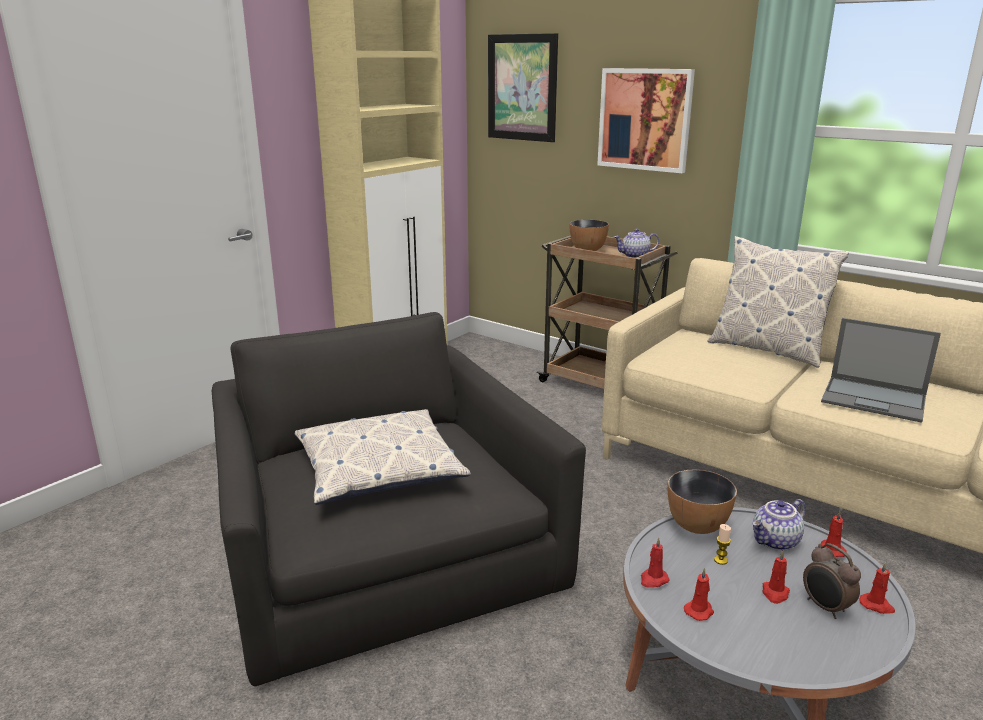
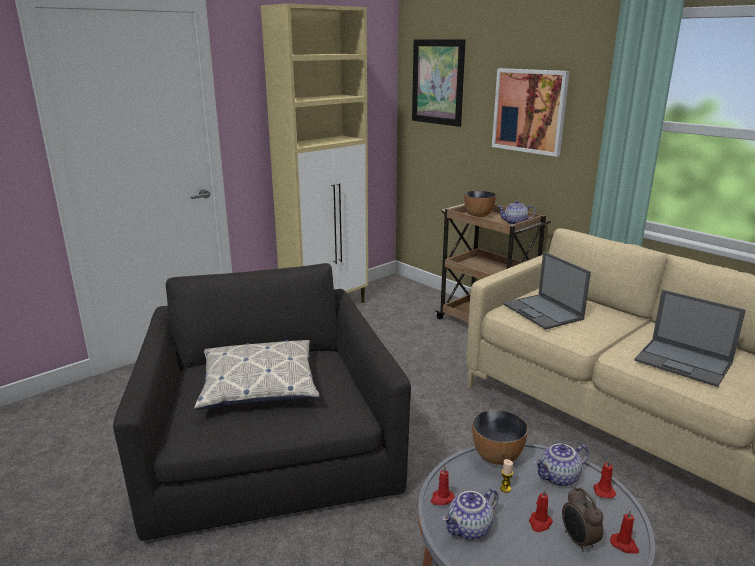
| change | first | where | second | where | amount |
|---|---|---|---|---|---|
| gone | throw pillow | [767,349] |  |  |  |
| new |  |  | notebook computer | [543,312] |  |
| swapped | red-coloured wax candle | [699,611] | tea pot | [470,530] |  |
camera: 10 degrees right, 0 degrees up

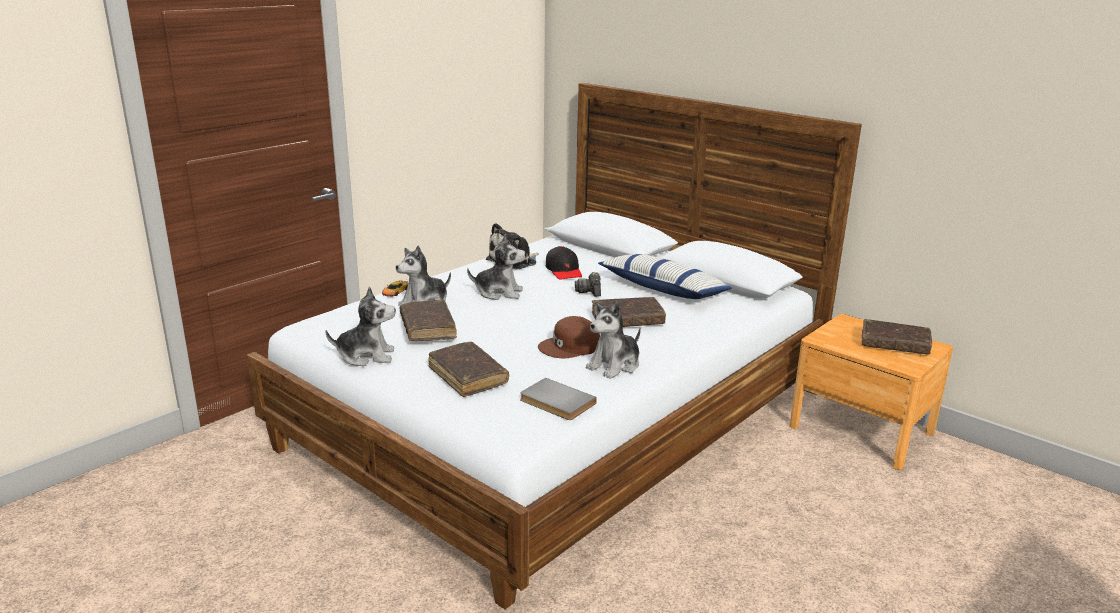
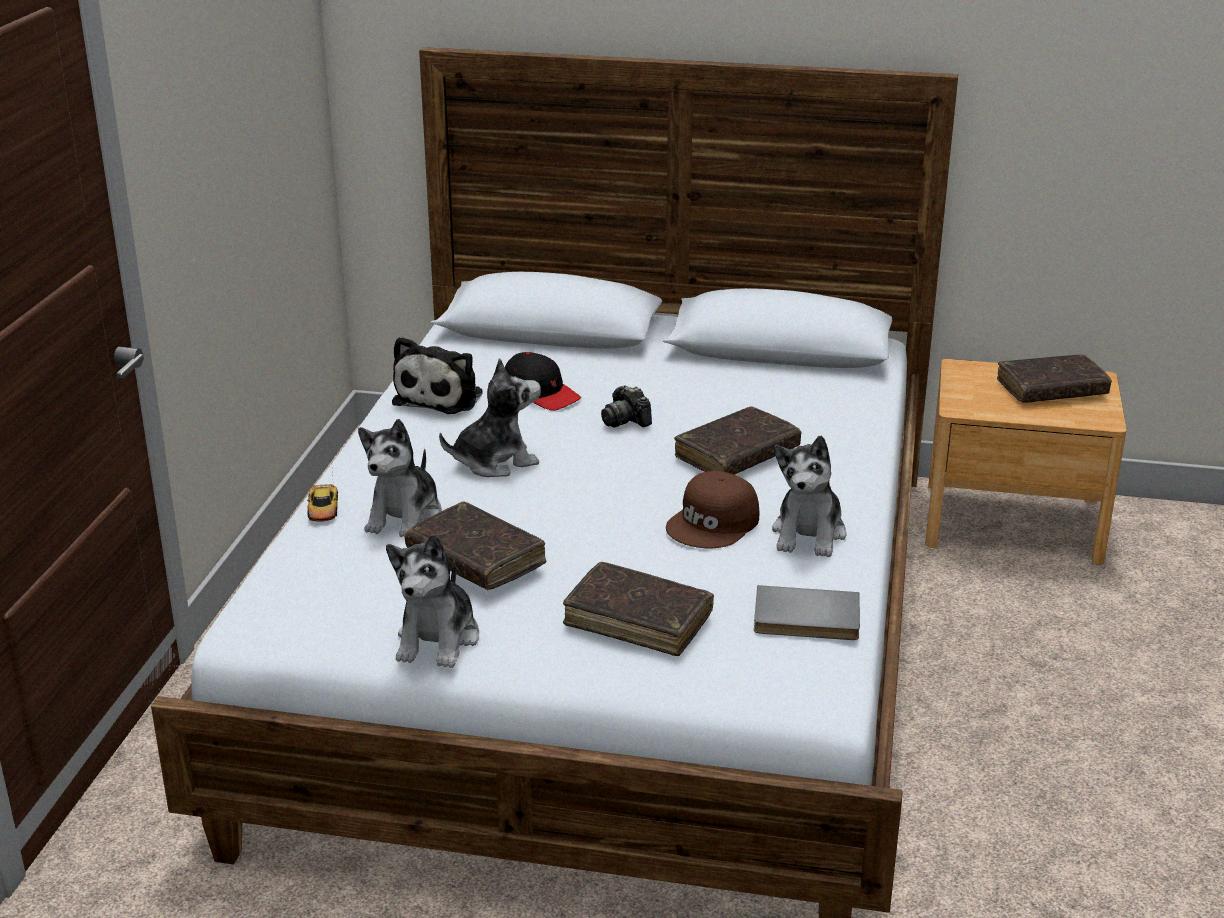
| change | first | where | second | where | amount |
|---|---|---|---|---|---|
| gone | throw pillow | [663,289] |  |  |  |
| rotated | cuddly toy | [366,356] |  | [438,639] | 135 degrees clockwise |
camera: 30 degrees left, 5 degrees up

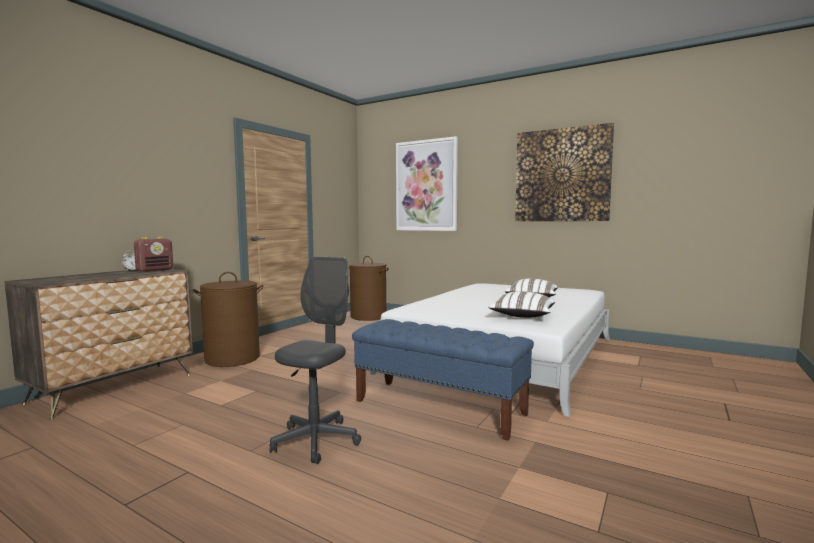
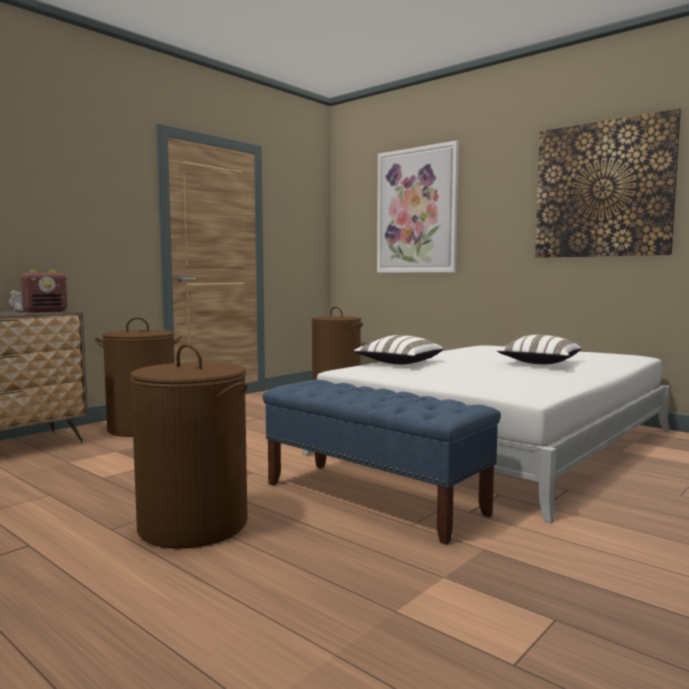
| change | first | where | second | where | amount |
|---|---|---|---|---|---|
| shifted | whitish throw pillow | [522,316] |  | [399,364] |  |
| swapped | greyish computer chair | [316,441] | brown-coloured hamper | [194,525] |  |
camera: 10 degrees right, 0 degrees up

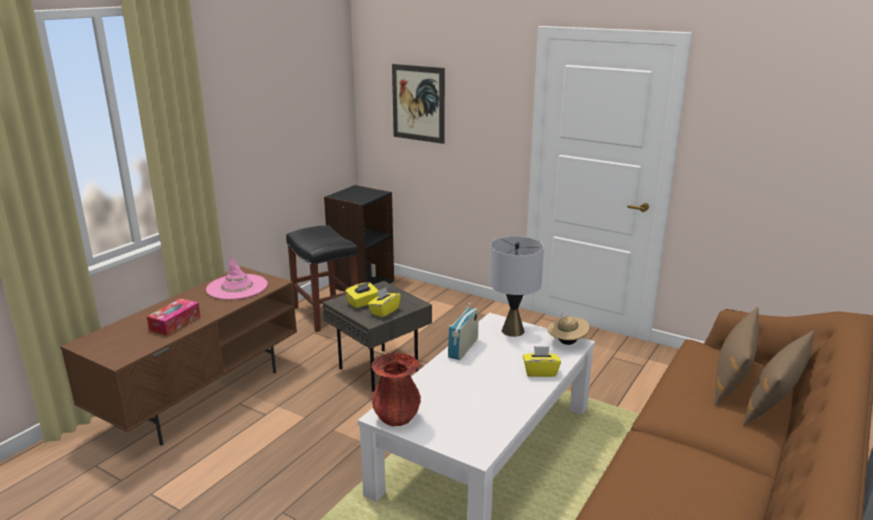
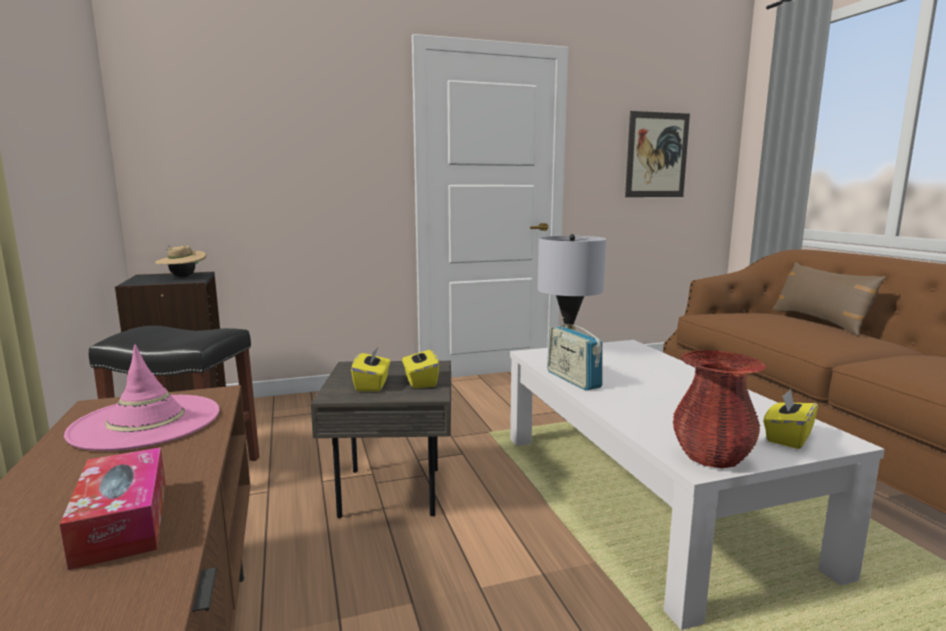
| change | first | where | second | where | amount |
|---|---|---|---|---|---|
| gone | brown-coloured throw pillow | [733,378] |  |  |  |
| shifted | wall picture | [418,103] |  | [657,155] |  |
| shifted | yellow tissue box | [540,372] |  | [787,437] |  |
| shifted | sand-coloured clothing hat | [566,342] |  | [182,276] |  |
camera: 50 degrees left, 10 degrees down

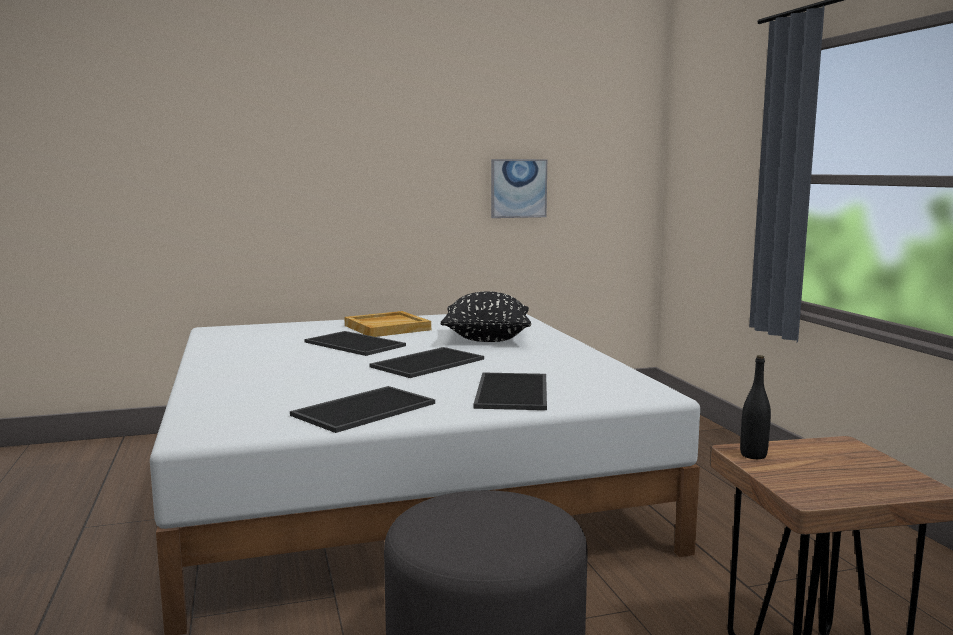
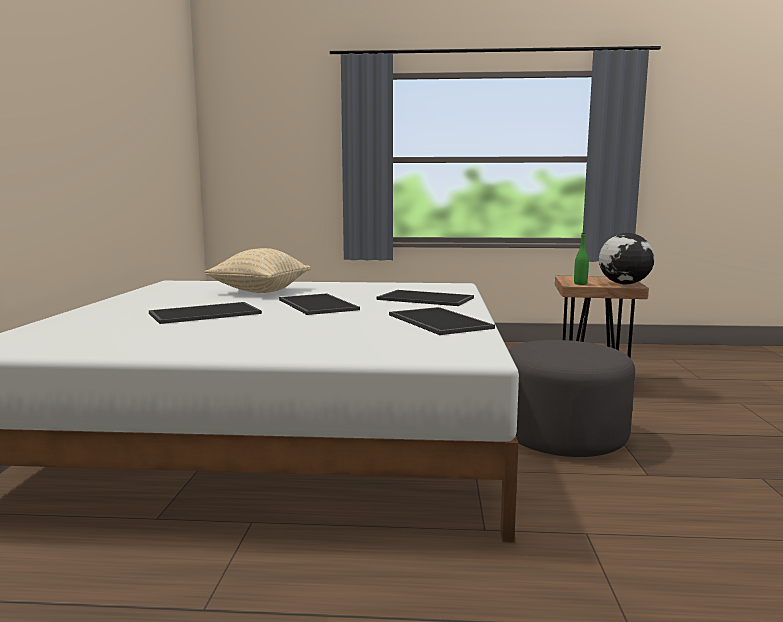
| change | first | where | second | where | amount |
|---|---|---|---|---|---|
| gone | sand-coloured serving tray | [387,327] |  |  |  |
| gone | wall picture | [518,188] |  |  |  |
| new |  |  | world globe | [624,284] |  |
| repainted | blackish throw pillow | [487,339] | sand-coloured throw pillow | [260,291] |  |
| repainted | blackish bottle | [753,455] | green bottle | [580,284] |  |
camera: 70 degrees left, 0 degrees up

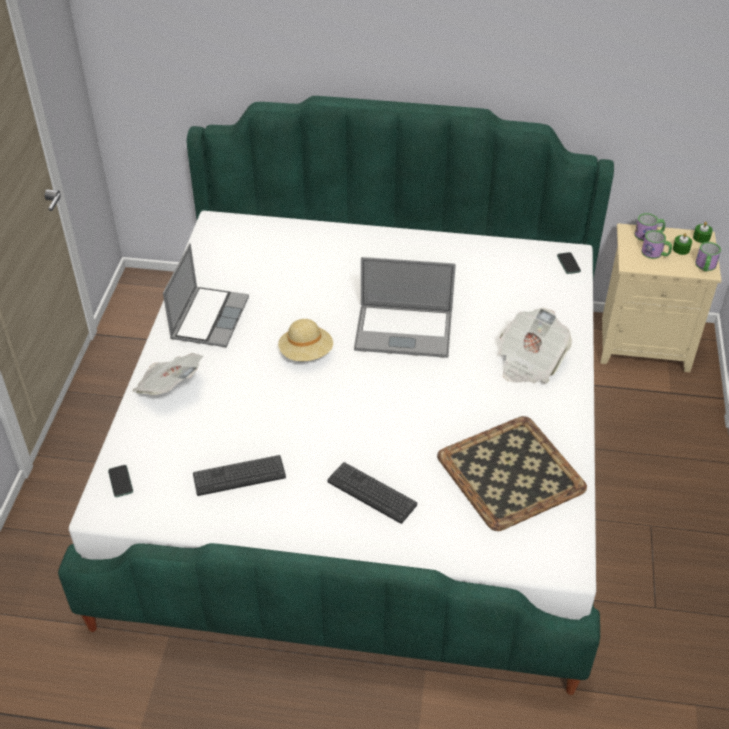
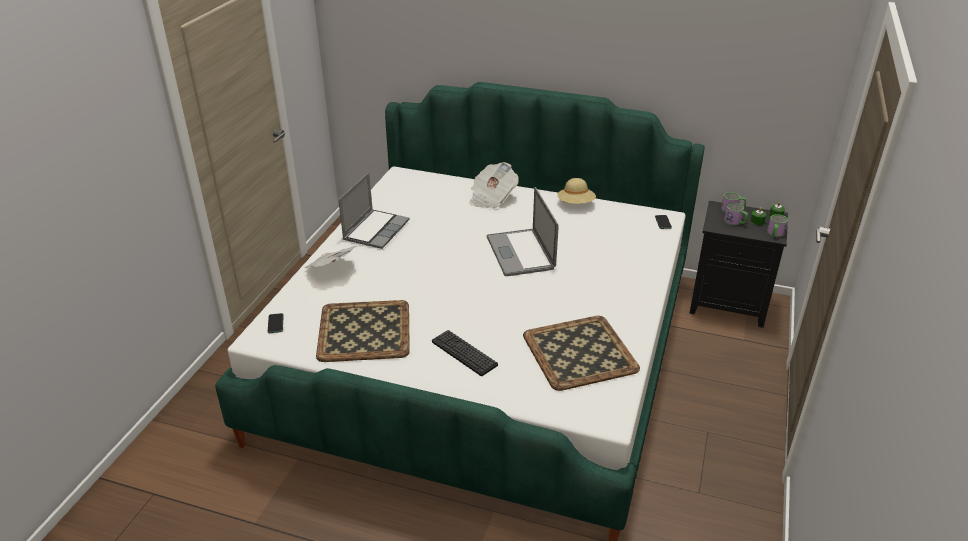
| change | first | where | second | where | amount |
|---|---|---|---|---|---|
| shifted | sand-coloured clothing hat | [306,353] |  | [576,204] |  |
| shifted | daily paper | [529,361] |  | [491,198] |  |
| swapped | keyboard | [239,476] | serving tray | [365,330] |  |
| repainted | sand-coloured nightstand | [645,343] | blackish nightstand | [729,304] |  |
| rotated | notebook computer | [403,331] |  | [520,252] | 60 degrees clockwise |
camera: 10 degrees right, 10 degrees down

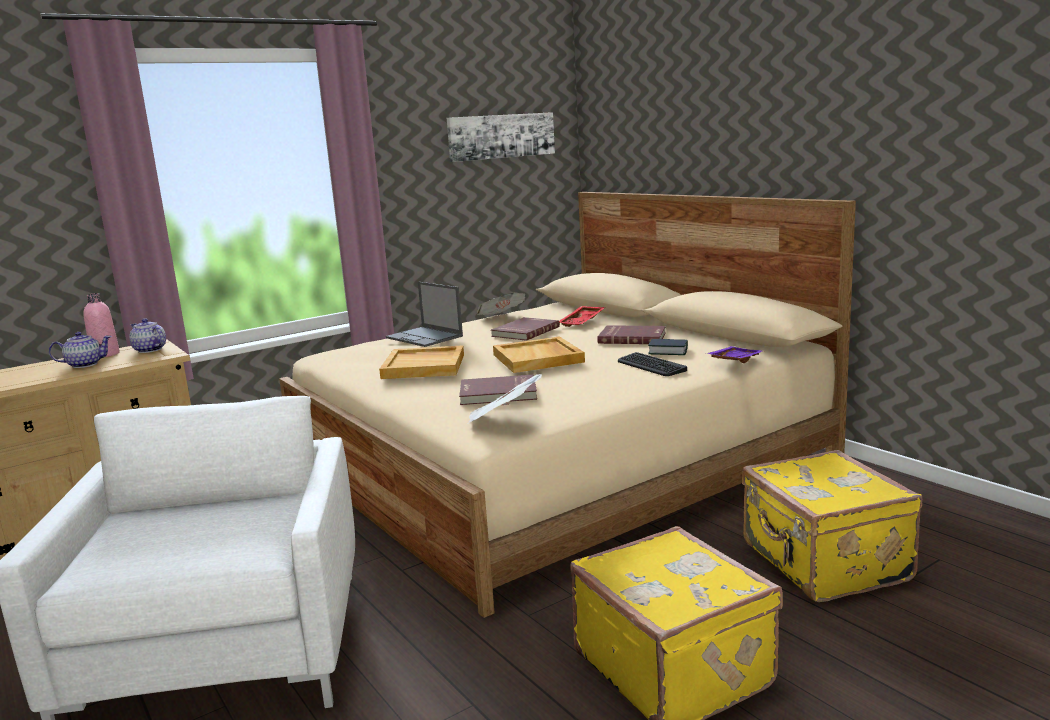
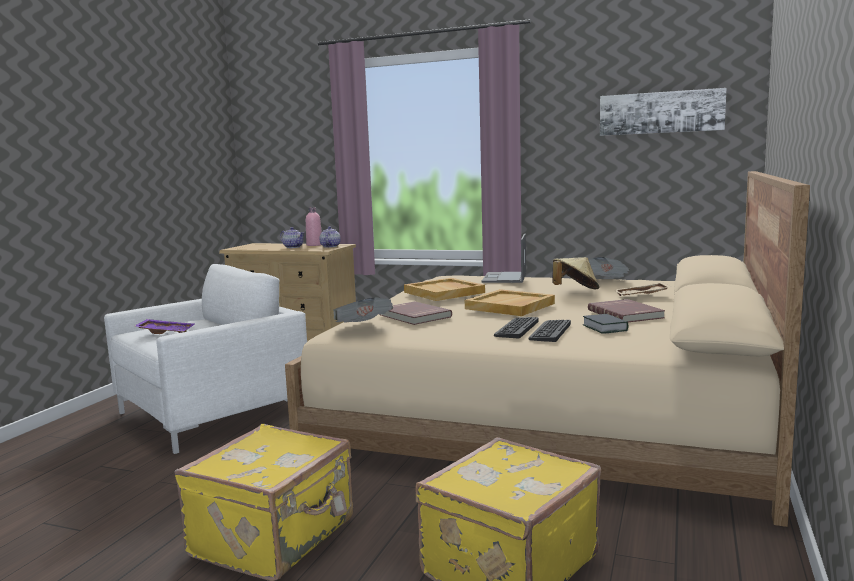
| change | first | where | second | where | amount |
|---|---|---|---|---|---|
| new |  |  | keyboard | [516,328] |  |
| shifted | purple serving tray | [734,361] |  | [166,332] |  |
| swapped | red-coloured volume | [524,331] | sand-coloured clothing hat | [575,290] |  |
| repainted | red-coloured serving tray | [582,322] | sand-coloured serving tray | [642,296] |  |
camera: 55 degrees right, 5 degrees down

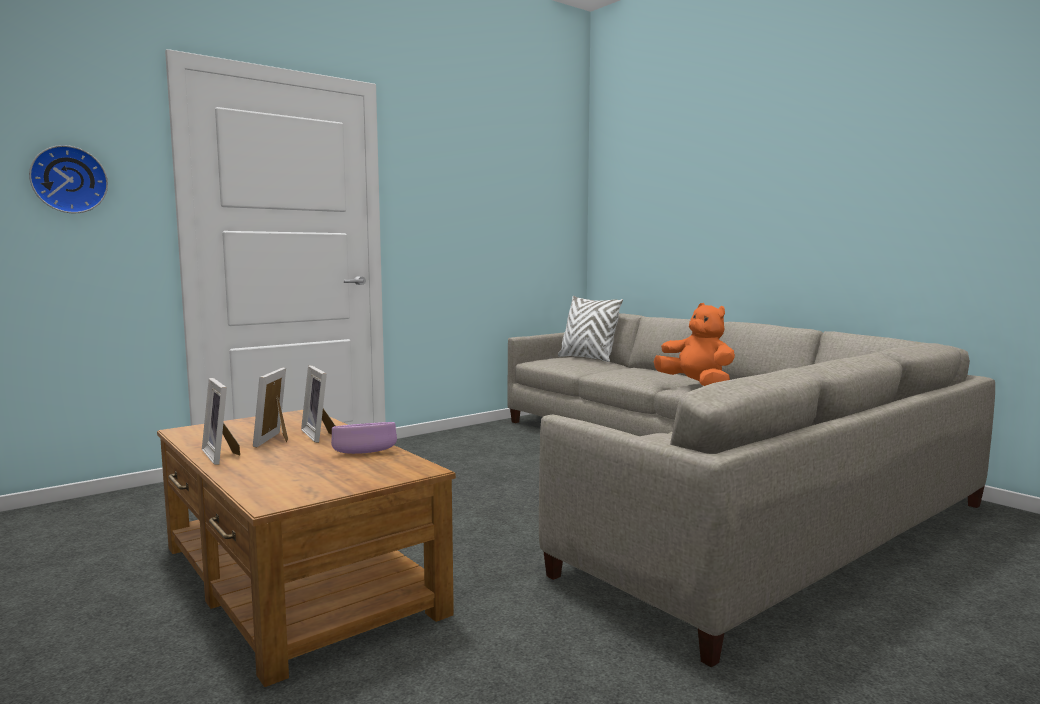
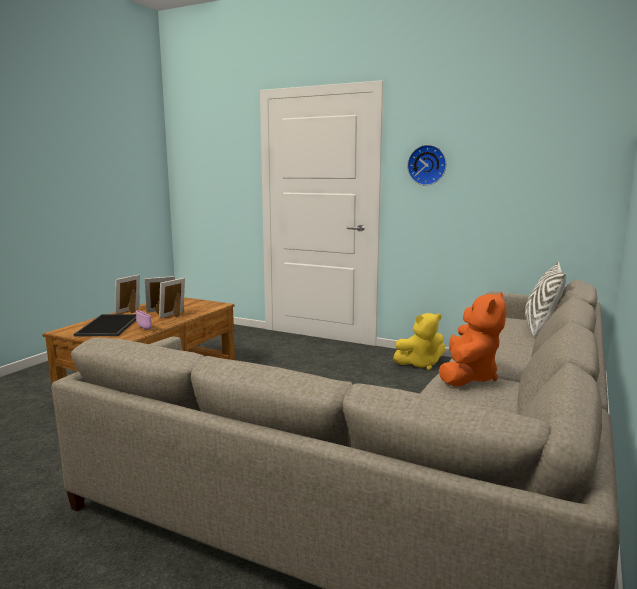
| change | first | where | second | where | amount |
|---|---|---|---|---|---|
| new |  |  | serving tray | [110,326] |  |
| new |  |  | yellow cuddly toy | [420,364] |  |
| shifted | hanging clock | [69,180] |  | [427,165] |  |
camera: 65 degrees right, 5 degrees up

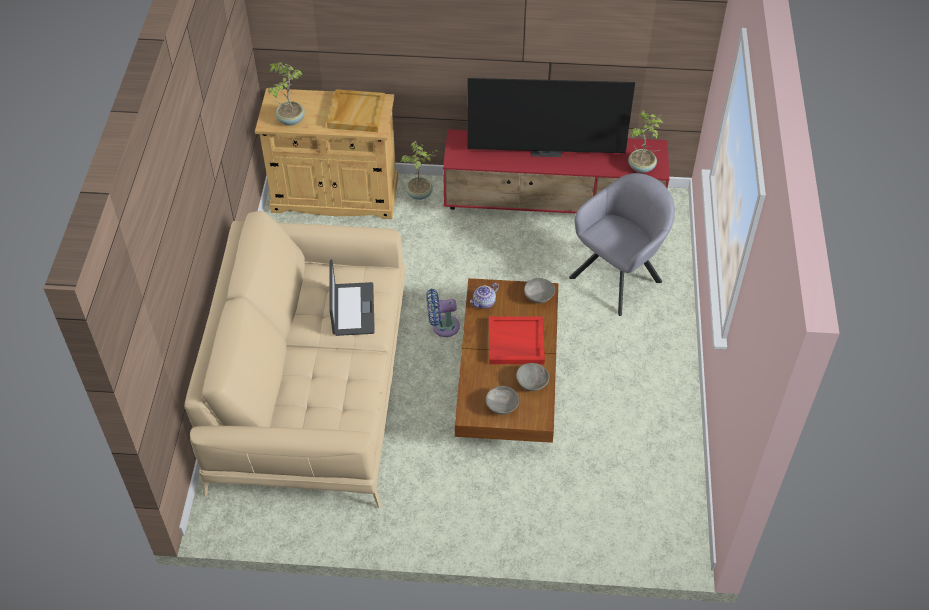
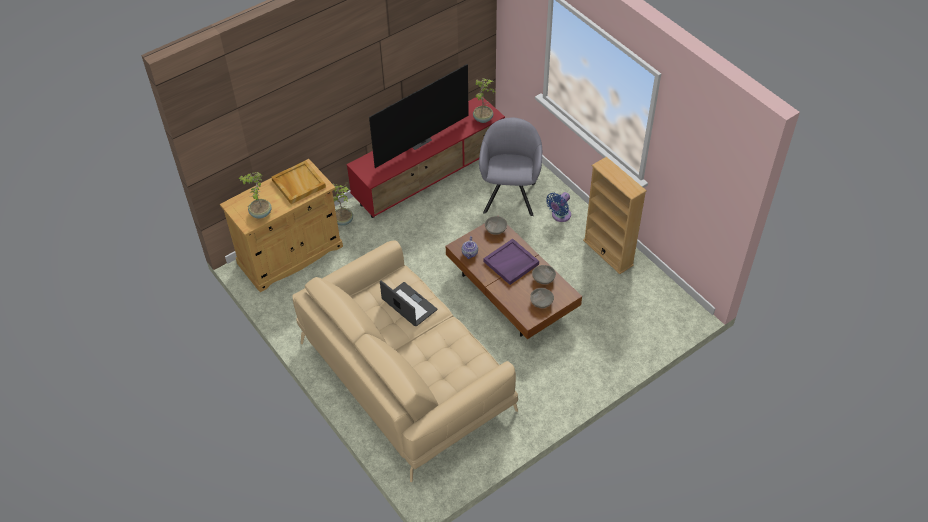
| change | first | where | second | where | amount |
|---|---|---|---|---|---|
| new |  |  | sand-coloured bookshelf | [608,252] |  |
| shifted | bluish fan | [442,326] |  | [559,216] |  |
| repainted | red-coloured serving tray | [515,342] | purple serving tray | [511,263] |  |
camera: 40 degrees left, 0 degrees up

